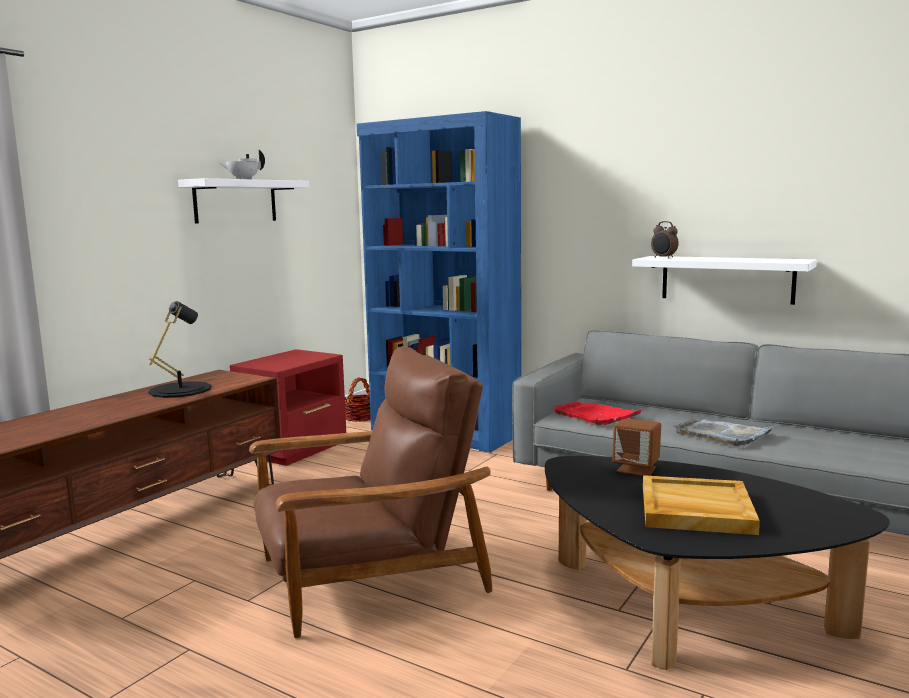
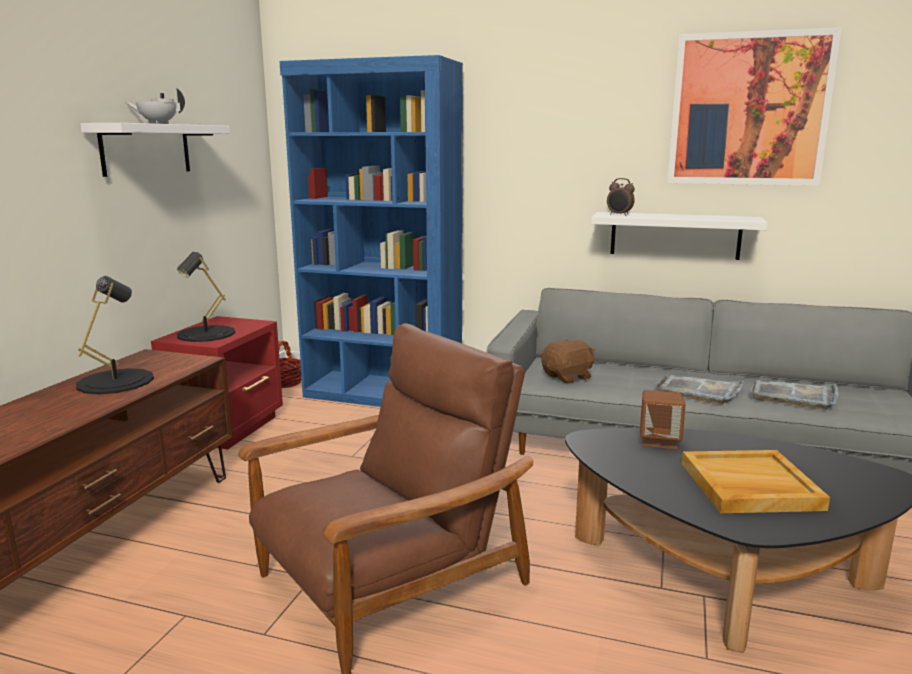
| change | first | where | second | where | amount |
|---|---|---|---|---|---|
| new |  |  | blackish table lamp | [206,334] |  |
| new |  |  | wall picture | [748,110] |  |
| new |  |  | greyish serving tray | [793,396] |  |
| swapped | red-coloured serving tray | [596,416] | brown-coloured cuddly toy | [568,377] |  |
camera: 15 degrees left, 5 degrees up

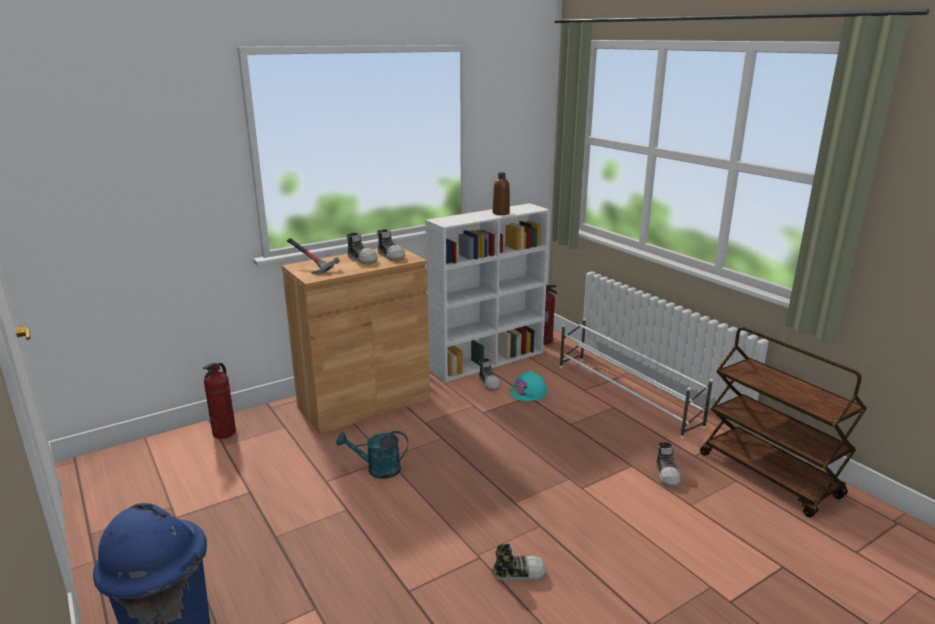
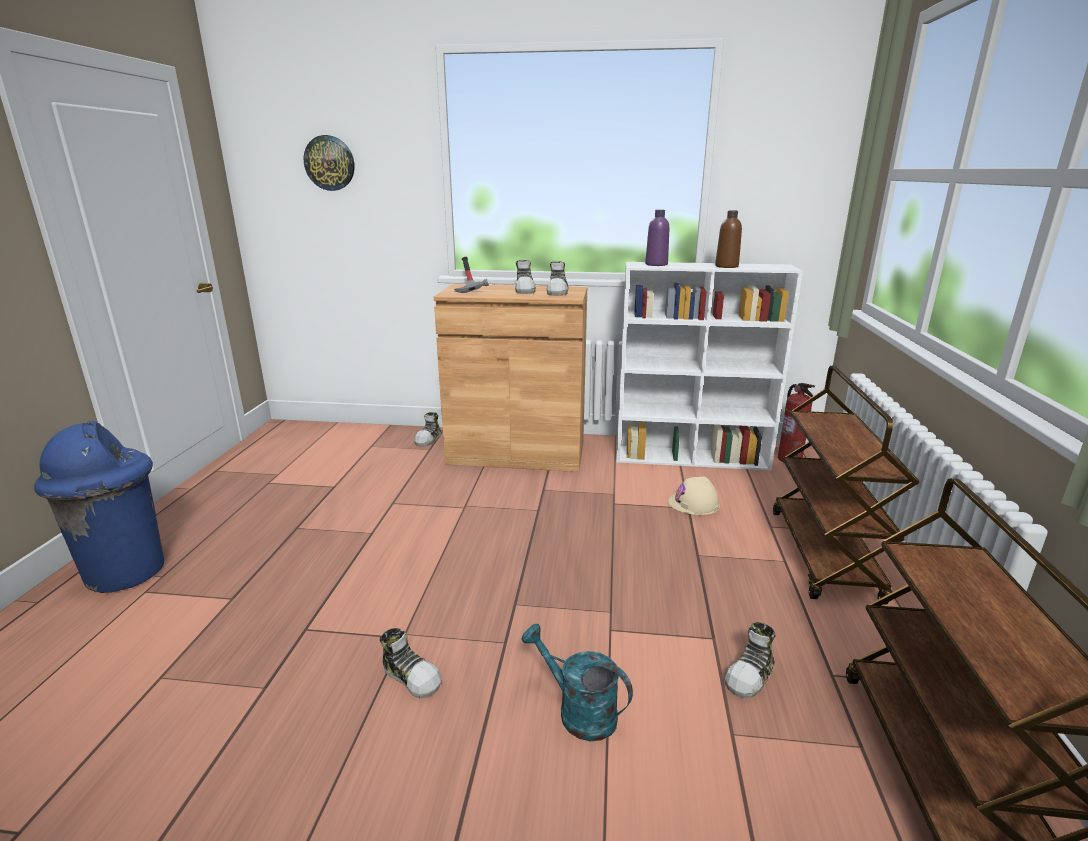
| change | first | where | second | where | amount |
|---|---|---|---|---|---|
| gone | fire extinguisher | [224,433] |  |  |  |
| new |  |  | hanging clock | [329,163] |  |
| new |  |  | purple bottle | [656,264] |  |
| shifted | blue-green sprinkling can | [377,470] |  | [578,711] |  |
| shifted | low shoe | [489,382] |  | [429,439] |  |
| swapped | whitish shoe rack | [626,395] | brown-coloured cart | [824,555] |  |
| repainted | blue-green safety helmet | [528,392] | sand-coloured safety helmet | [694,503] |  |
camera: 40 degrees right, 0 degrees up

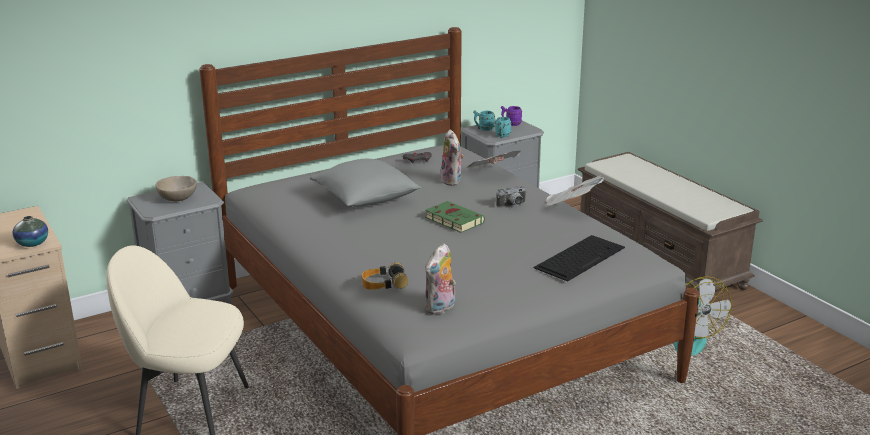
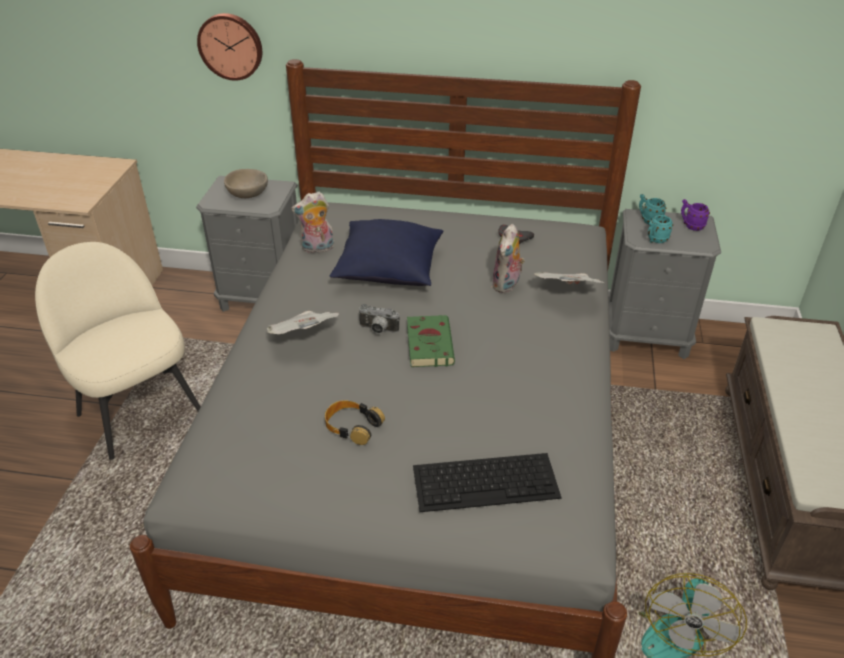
| change | first | where | second | where | amount |
|---|---|---|---|---|---|
| gone | flower vase | [32,243] |  |  |  |
| new |  |  | hanging clock | [231,46] |  |
| shifted | pair of headphones | [384,283] |  | [352,426] |  |
| shifted | cuddly toy | [441,308] |  | [317,249] |  |
| shifted | still camera | [512,206] |  | [378,330] |  |
| shifted | daily paper | [571,206] |  | [304,337] |  |
| repainted | greyish throw pillow | [365,199] | bluish throw pillow | [388,270] |  |
camera: 40 degrees right, 15 degrees up

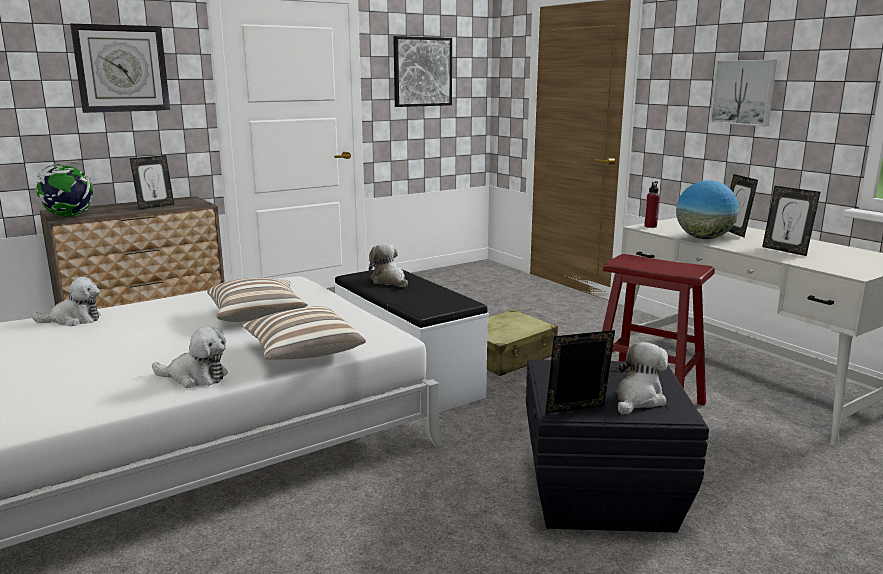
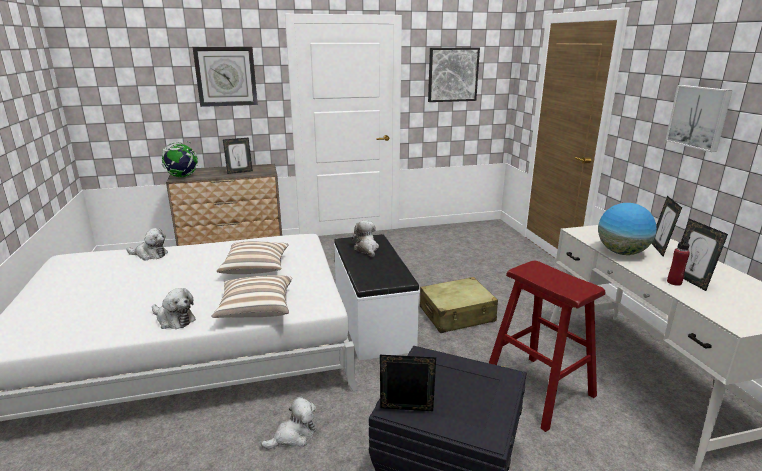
| change | first | where | second | where | amount |
|---|---|---|---|---|---|
| shifted | cuddly toy | [638,399] |  | [293,436] |  |
| shifted | red-coloured bottle | [650,226] |  | [674,282] |  |
camera: 20 degrees right, 5 degrees up

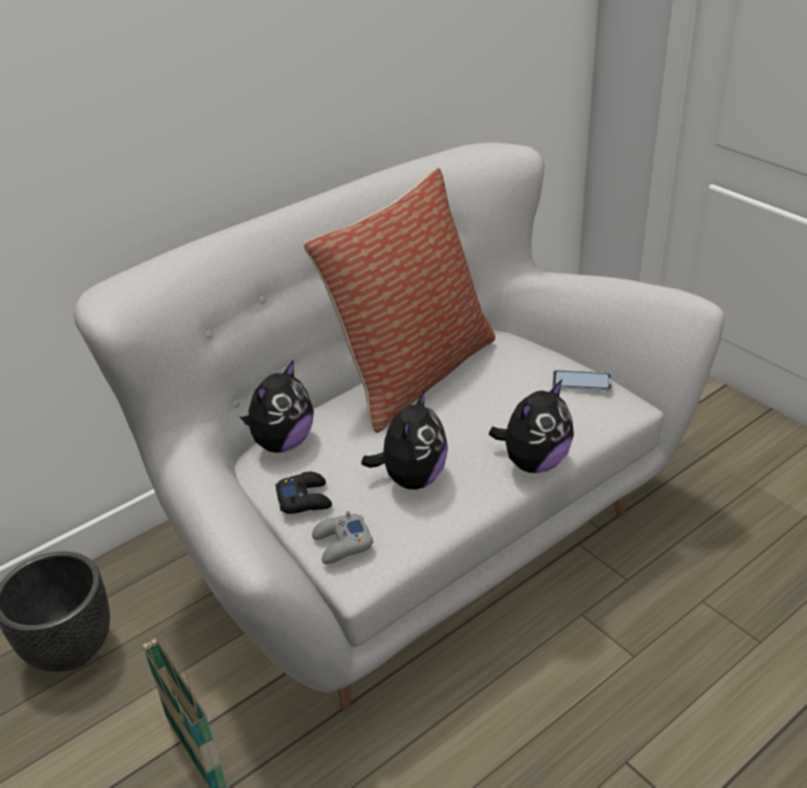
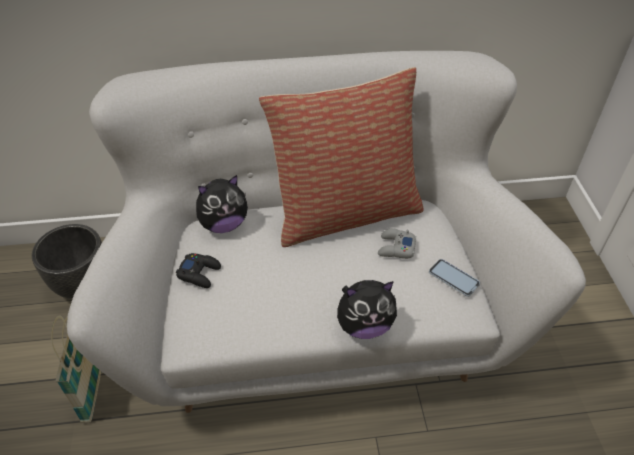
| change | first | where | second | where | amount |
|---|---|---|---|---|---|
| gone | cuddly toy | [412,478] |  |  |  |
| shifted | greyish game controller | [342,544] |  | [396,248] |  |
camera: 30 degrees right, 10 degrees up

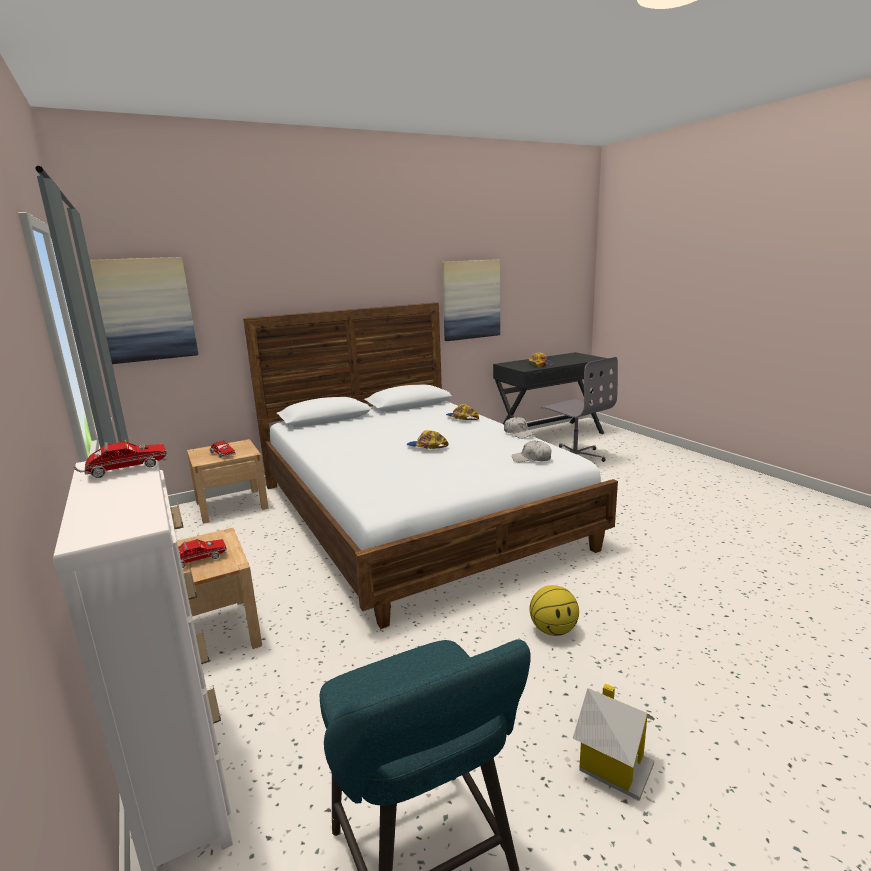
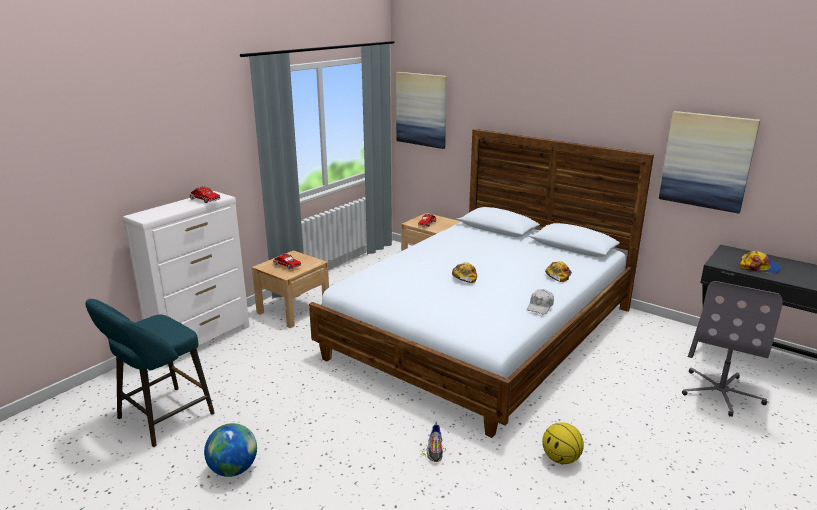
| change | first | where | second | where | amount |
|---|---|---|---|---|---|
| gone | whitish baseball cap | [532,459] |  |  |  |
| new |  |  | low shoe | [435,449] |  |
| shifted | basketball | [553,630] |  | [561,459] |  |
| swapped | toy house | [613,764] | world globe | [233,469] |  |
camera: 65 degrees right, 5 degrees up

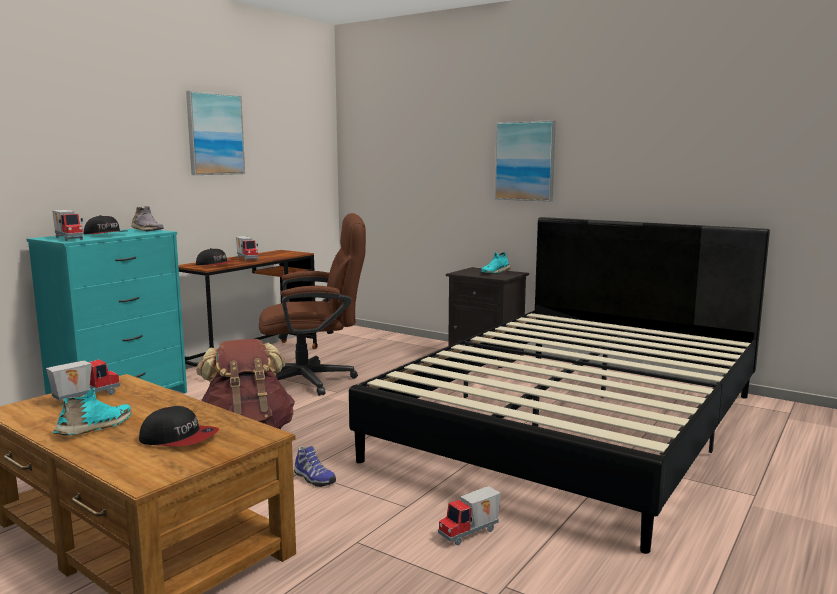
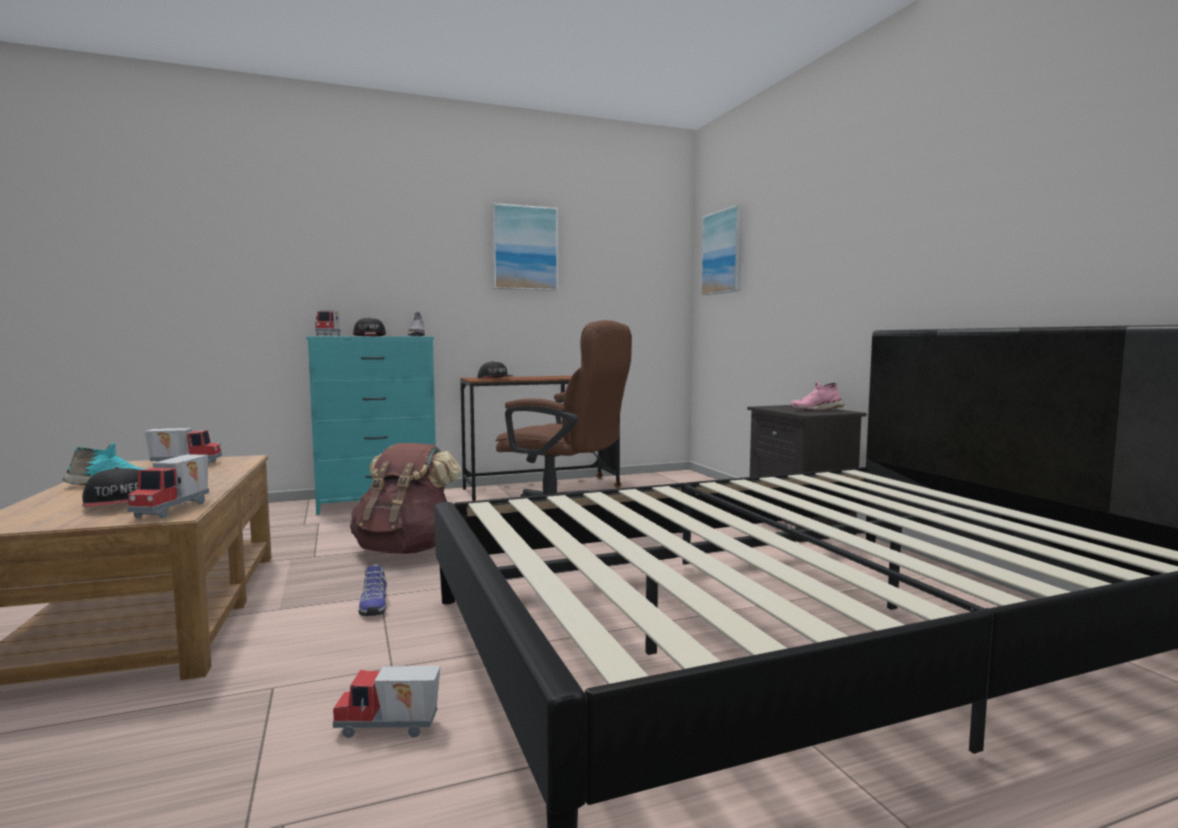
| change | first | where | second | where | amount |
|---|---|---|---|---|---|
| shifted | model truck | [248,259] |  | [174,510] |  |
| shifted | wall picture | [525,161] |  | [723,252] |  |
| repainted | blue-green low shoe | [494,272] | pink low shoe | [816,409] |  |
camera: 35 degrees right, 5 degrees down

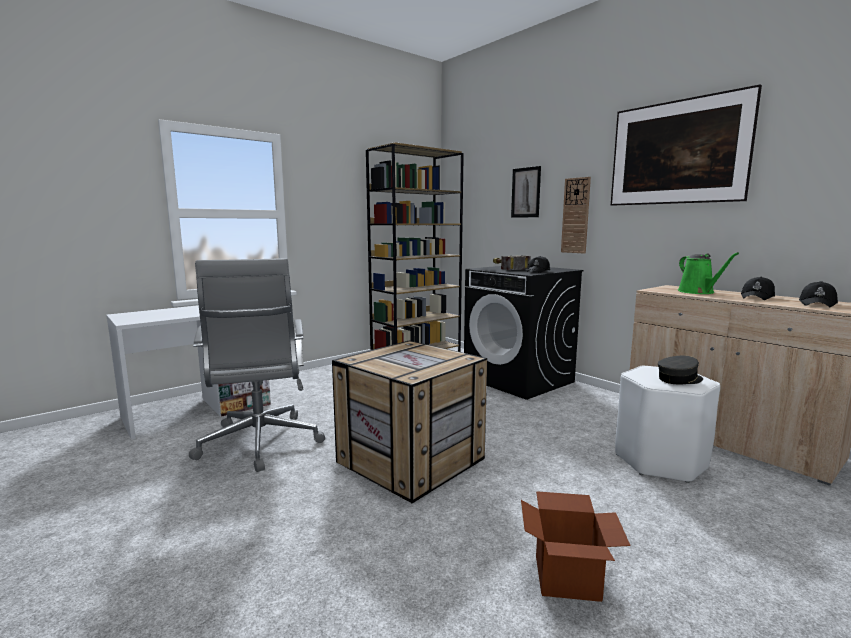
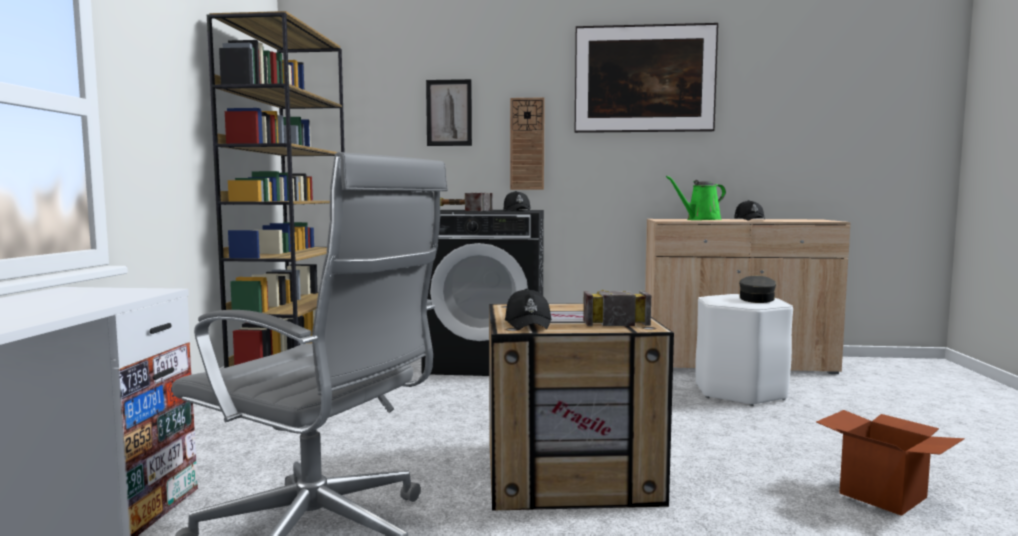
| change | first | where | second | where | amount |
|---|---|---|---|---|---|
| new |  |  | hammer | [609,316] |  |
| shifted | blackish baseball cap | [818,304] |  | [528,323] |  |
| rotated | green sprinkling can | [698,292] |  | [700,220] | 120 degrees clockwise |
camera: 45 degrees left, 5 degrees down

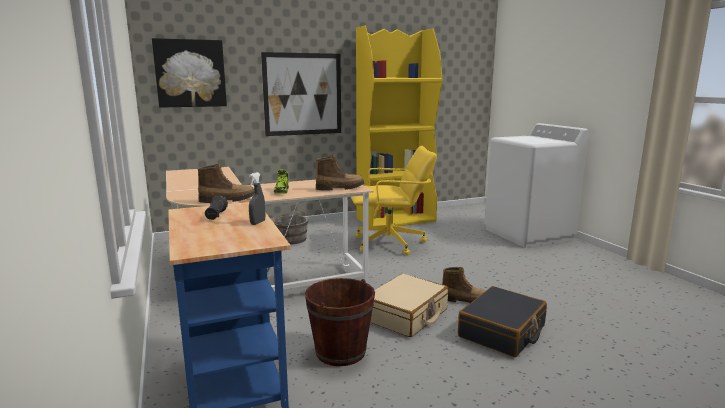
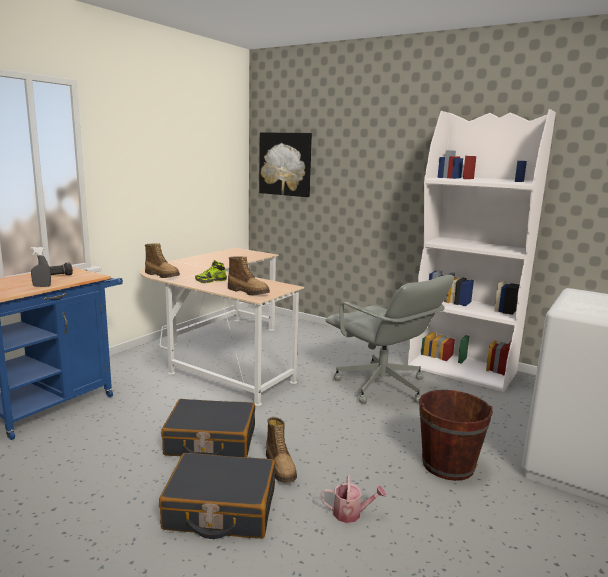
| change | first | where | second | where | amount |
|---|---|---|---|---|---|
| gone | wall picture | [303,94] |  |  |  |
| gone | greyish bucket | [288,239] |  |  |  |
| new |  |  | sprinkling can | [351,513] |  |
| shifted | brown-coloured bucket | [340,351] |  | [448,465] |  |
| repainted | yellow computer chair | [390,243] | greyish computer chair | [382,387] |  |
| repainted | yellow bookshelf | [396,219] | whitish bookshelf | [463,370] |  |
| repainted | sand-coloured piece of luggage | [406,315] | blackish piece of luggage | [210,441] |  |
camera: 55 degrees right, 0 degrees up

